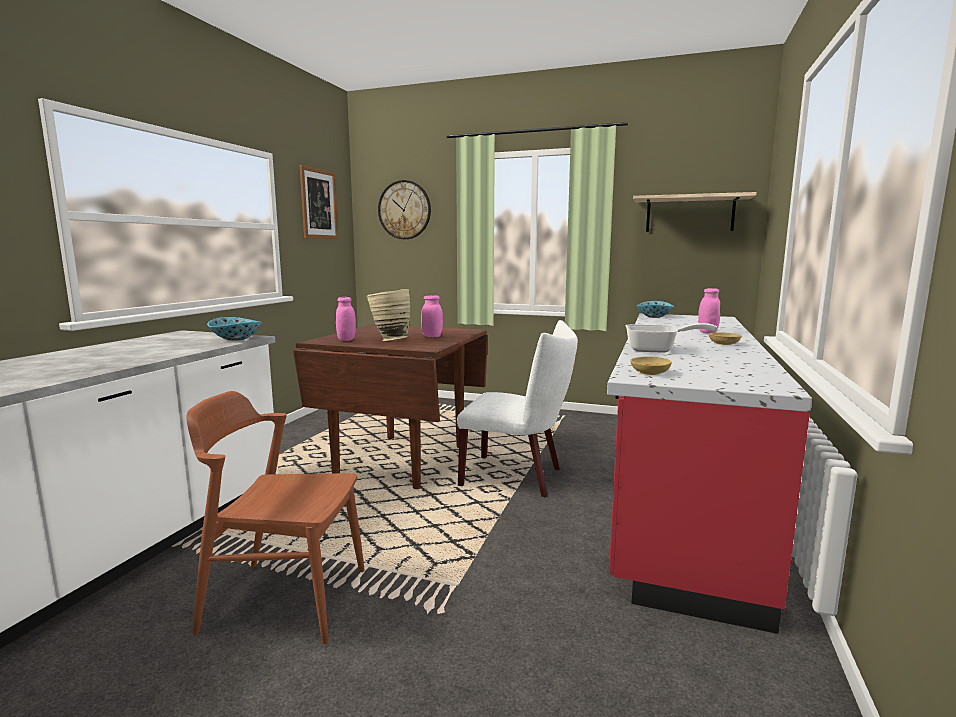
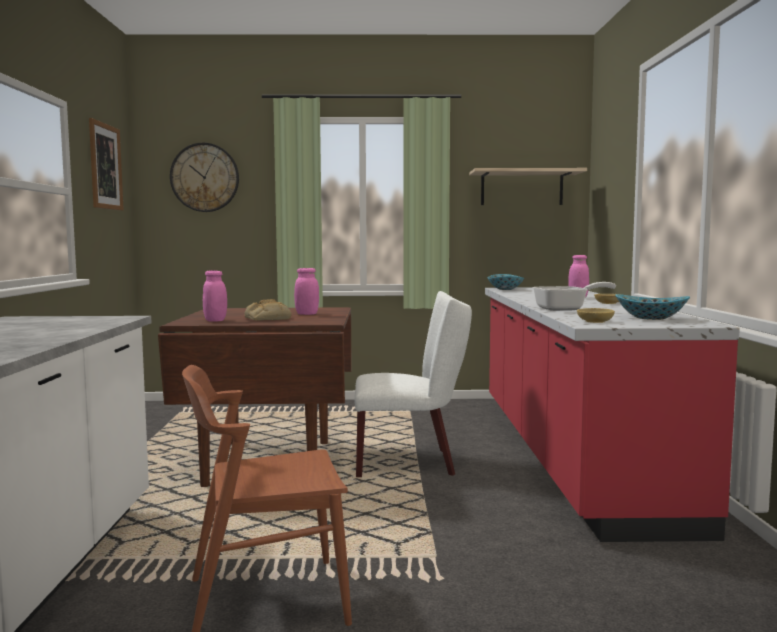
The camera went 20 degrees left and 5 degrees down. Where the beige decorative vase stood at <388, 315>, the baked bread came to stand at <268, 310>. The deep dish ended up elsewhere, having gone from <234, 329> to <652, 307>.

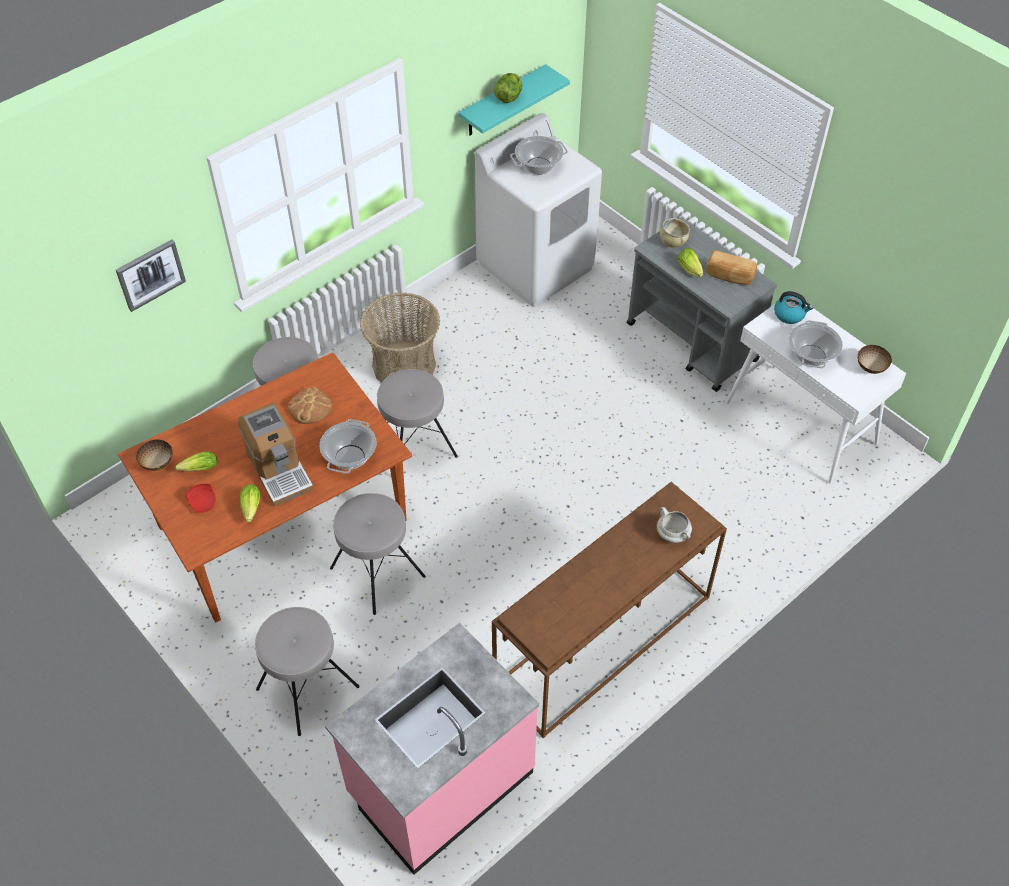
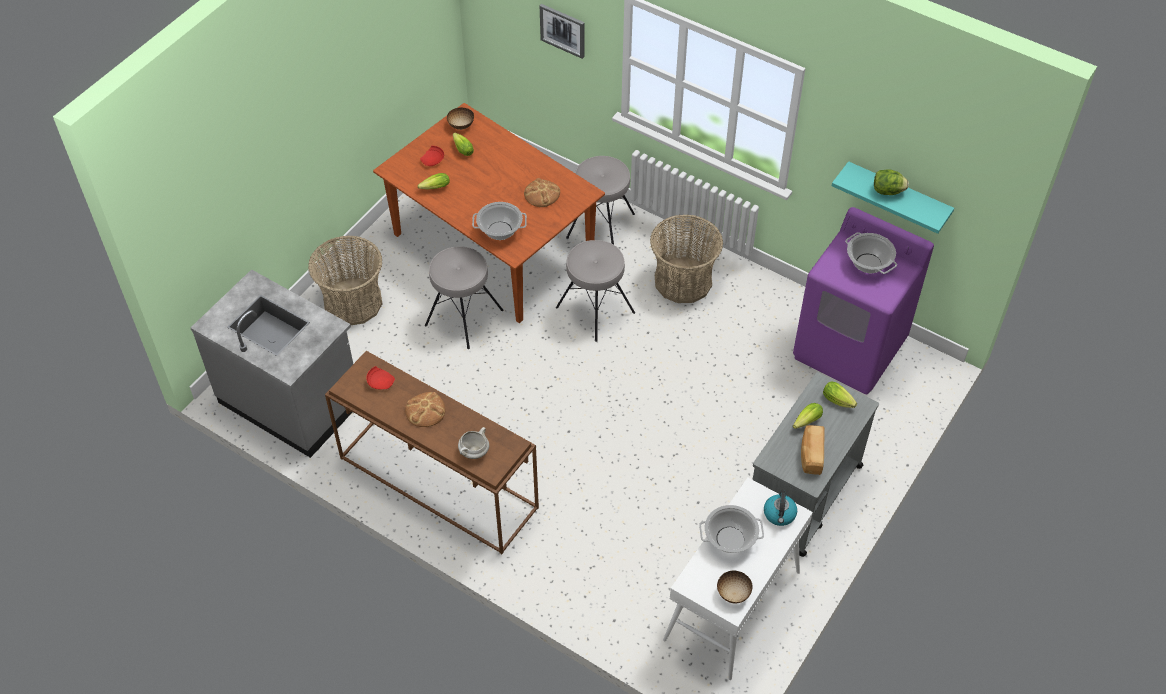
The camera went 75 degrees right and 0 degrees up. What was the pink-coloured kitchen counter at <432, 749> turned into the greyish kitchen counter at <272, 363>. Where the greyish sitting stool stood at <307, 671>, the basket came to stand at <345, 280>. The second view gained the red plate at <380, 377>. The second view gained the baked bread at <425, 409>. What was the whitish washing machine at <538, 210> turned into the purple-coloured washing machine at <863, 301>. Where the beige deep dish stood at <675, 233>, the lettuce came to stand at <840, 395>. The second view lost the coffee maker at <276, 455>.

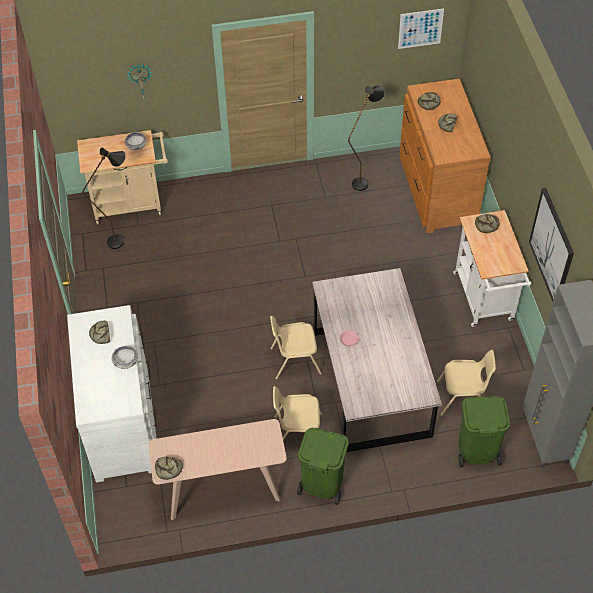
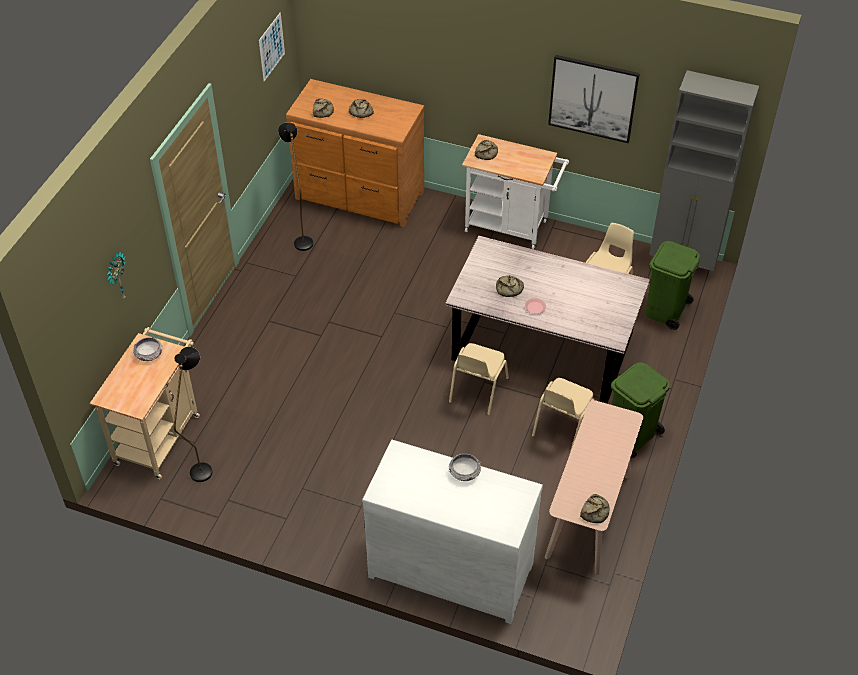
The camera went 60 degrees left and 5 degrees down. The baked bread ended up elsewhere, having gone from <99, 332> to <510, 286>.

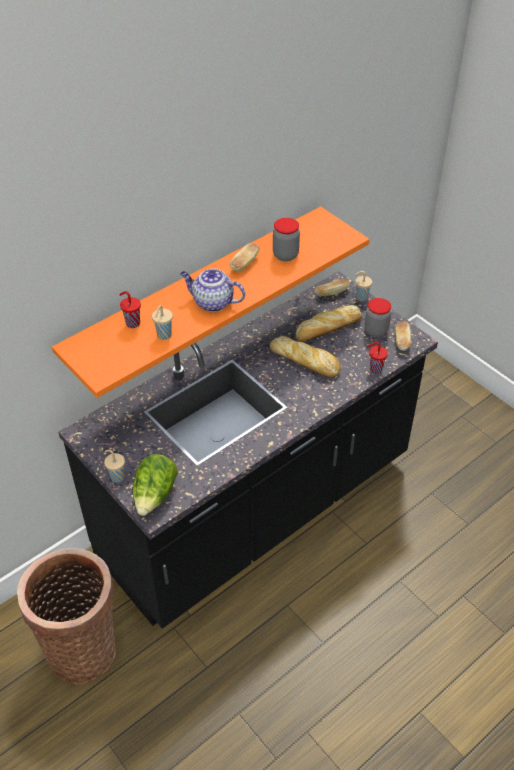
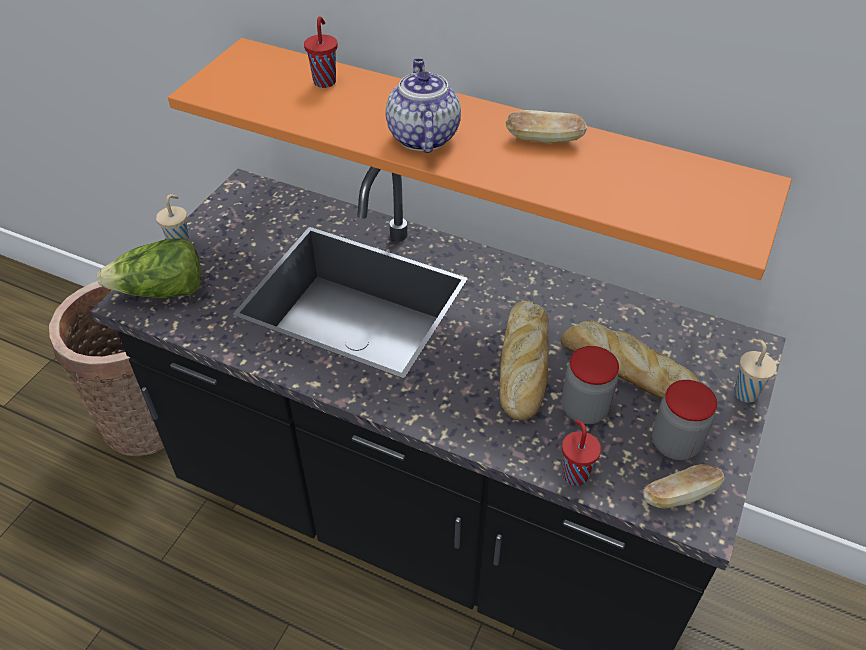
The camera went 65 degrees right and 0 degrees up. The storage jar ended up elsewhere, having gone from <286, 239> to <590, 385>. The second view lost the beige drinking cup at <162, 322>. The second view lost the baked bread at <332, 287>.

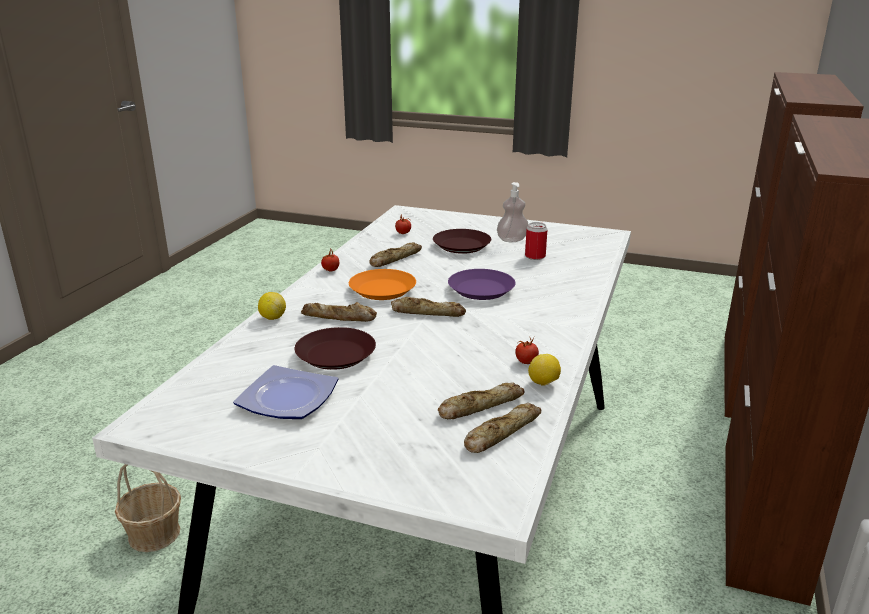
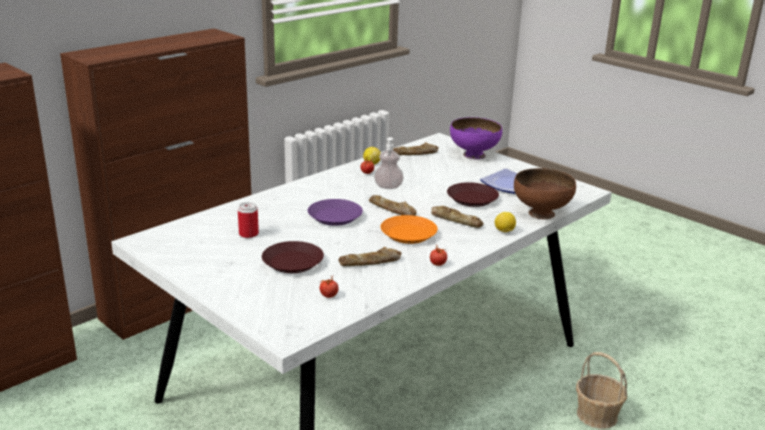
The camera went 155 degrees left and 0 degrees up. The liquid soap bottle ended up elsewhere, having gone from <512, 212> to <389, 163>. The second view gained the purple-coloured deep dish at <476, 138>. The second view gained the brown-coloured deep dish at <545, 193>. The second view lost the baked bread at <481, 400>.

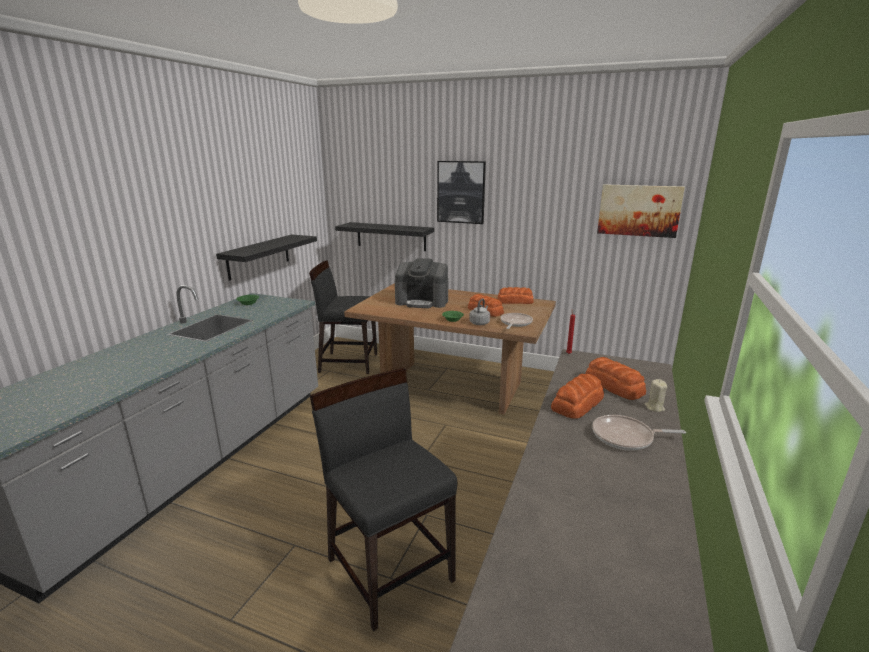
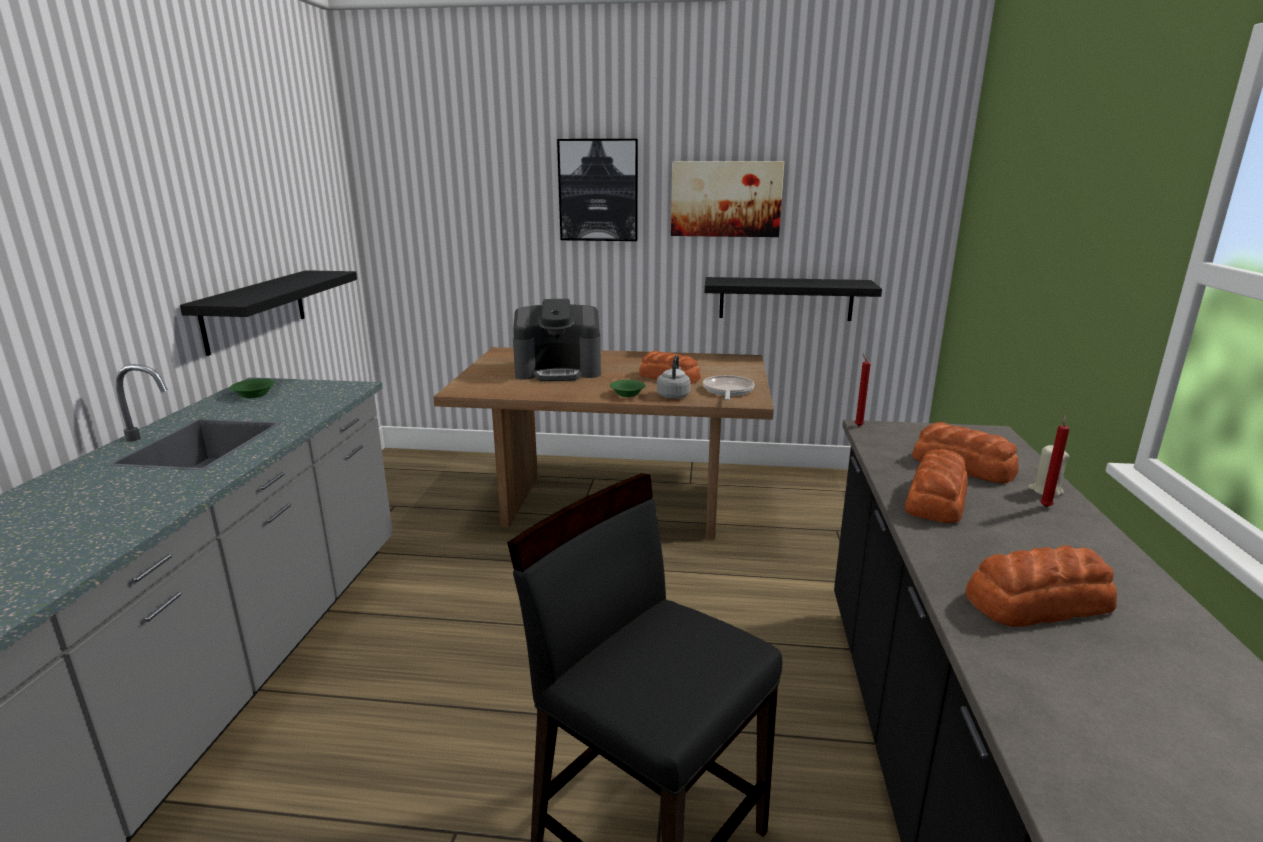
The camera went 15 degrees left and 0 degrees up. The wall art ended up elsewhere, having gone from <641, 211> to <727, 199>. The black wall shelf ended up elsewhere, having gone from <384, 236> to <793, 299>. The baked bread ended up elsewhere, having gone from <516, 295> to <1041, 586>. The second view gained the red candle at <1055, 461>. The second view lost the black upright chair at <343, 317>. The second view lost the frying pan at <639, 432>.

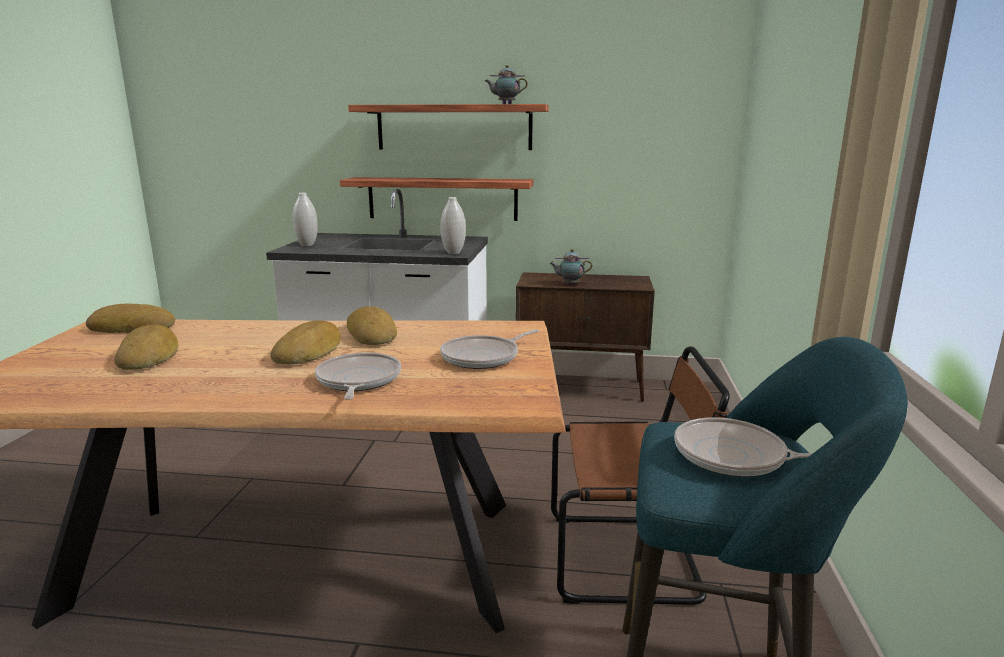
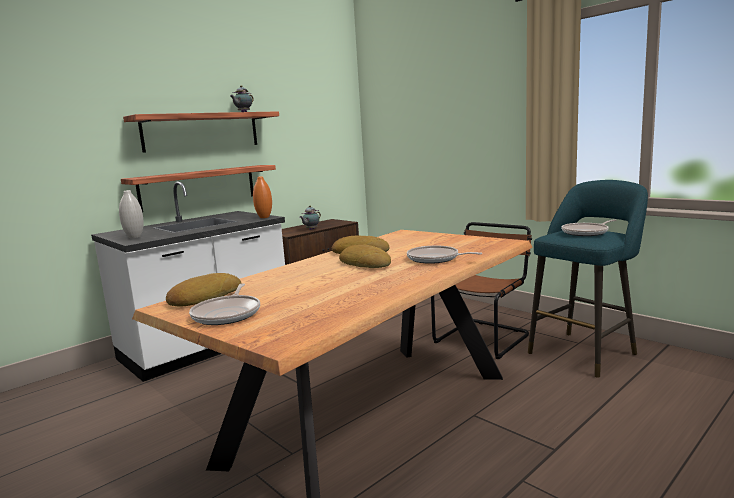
The camera went 50 degrees left and 5 degrees down. The frying pan ended up elsewhere, having gone from <489, 349> to <224, 304>. What was the whitish decorative vase at <453, 225> turned into the orange decorative vase at <262, 197>. The second view lost the baked bread at <146, 347>.

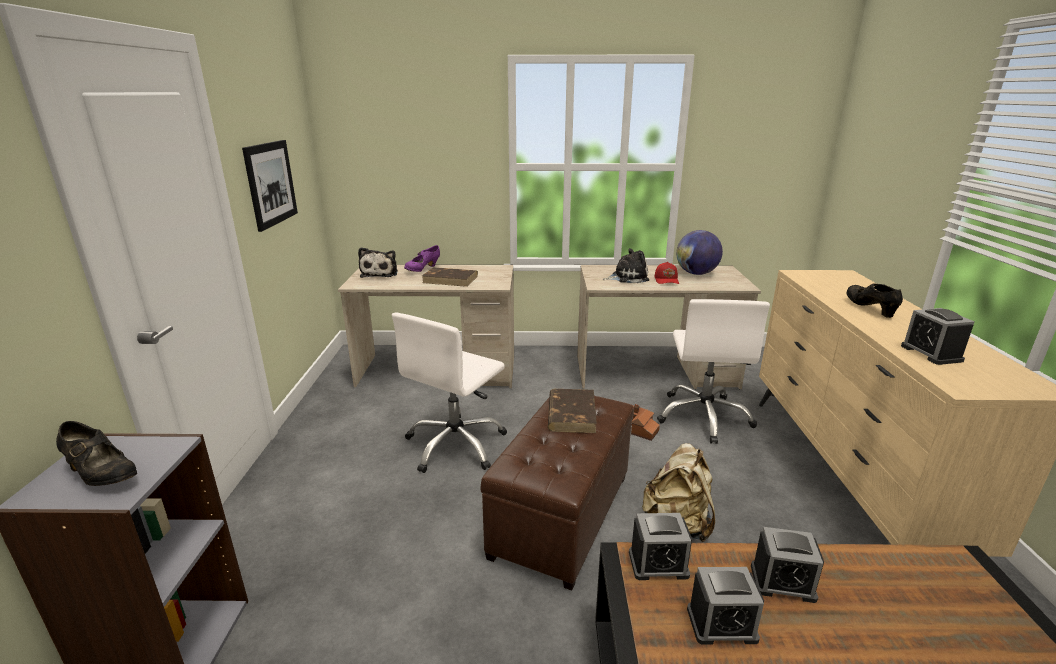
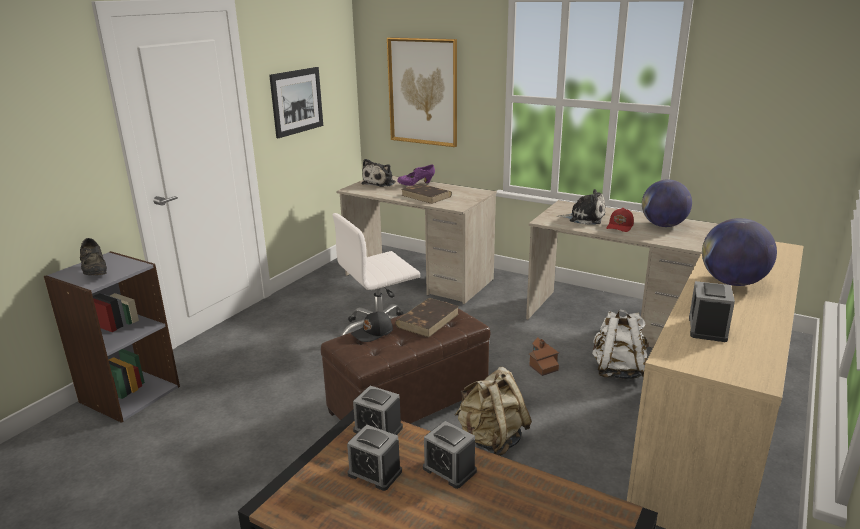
The camera went 30 degrees right and 0 degrees up. The second view gained the black cap at <372, 327>. The second view gained the wall art at <422, 92>. Where the whitish desk chair stood at <713, 371>, the whitish knapsack came to stand at <620, 344>. Where the black low shoe stood at <874, 300>, the desk globe came to stand at <739, 252>.

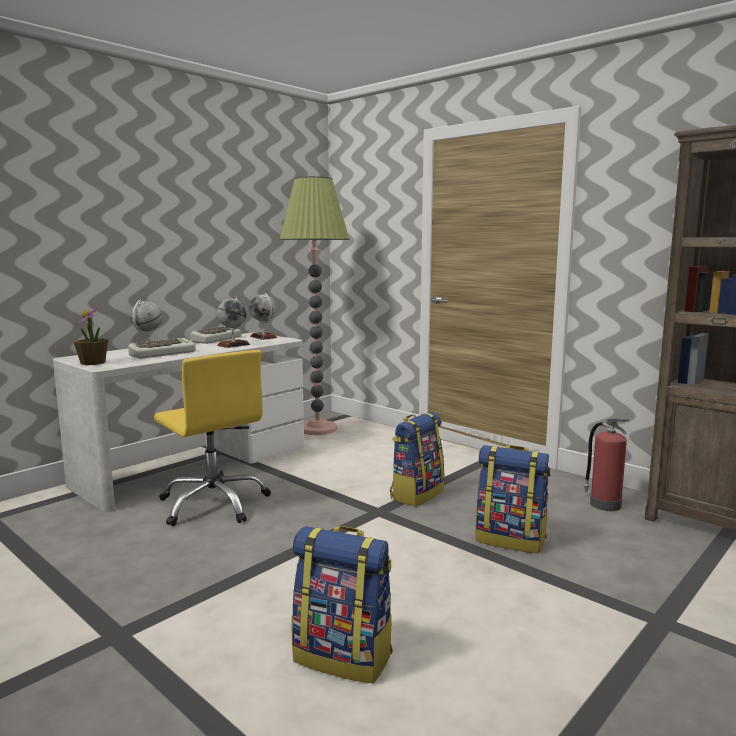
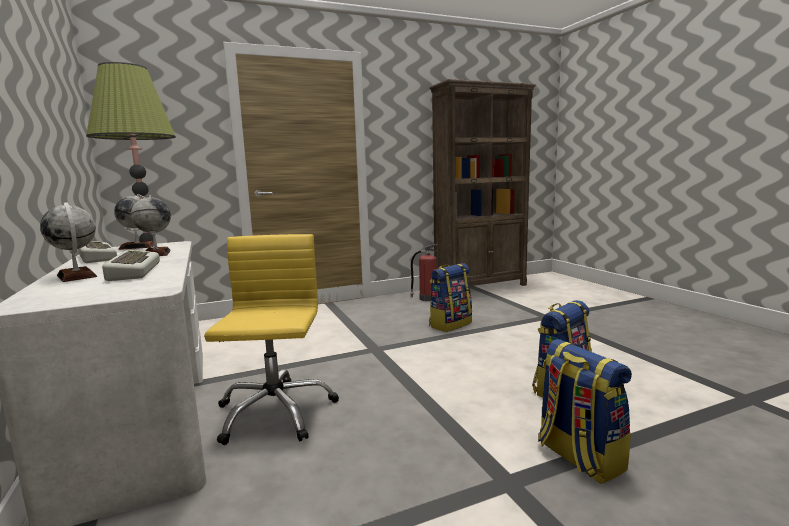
The camera went 65 degrees left and 0 degrees up. The yellowish desk chair at <212, 438> ended up facing another way, 75 degrees counterclockwise from before. The knapsack ended up elsewhere, having gone from <417, 459> to <585, 411>. The second view lost the potted plant at <91, 336>.

